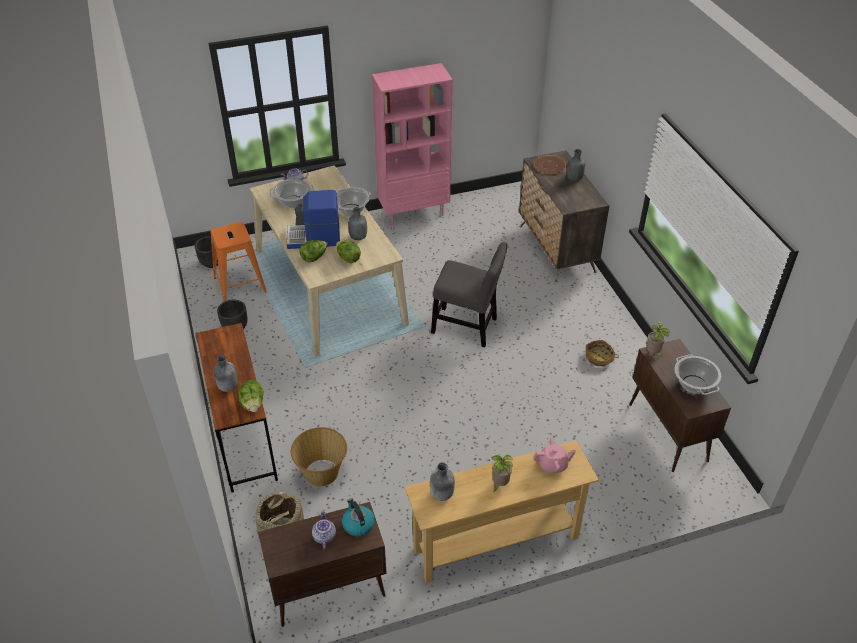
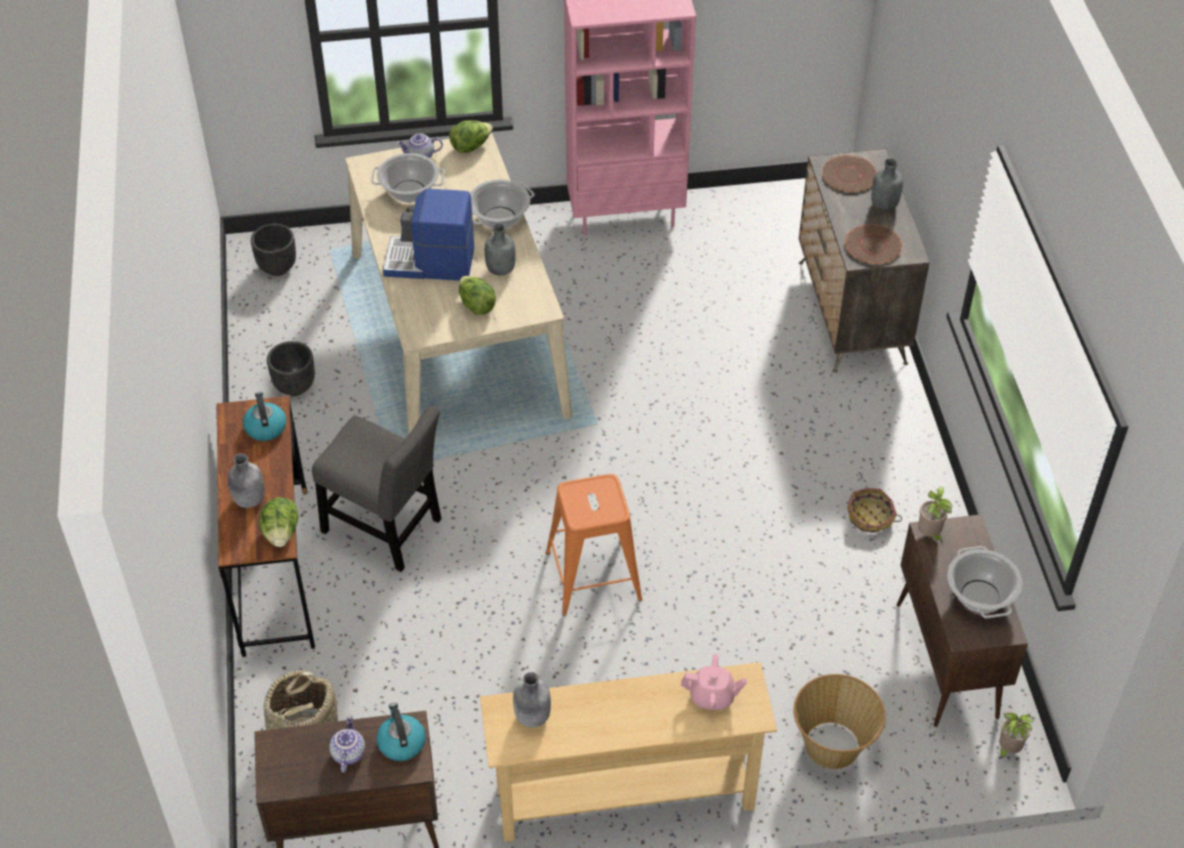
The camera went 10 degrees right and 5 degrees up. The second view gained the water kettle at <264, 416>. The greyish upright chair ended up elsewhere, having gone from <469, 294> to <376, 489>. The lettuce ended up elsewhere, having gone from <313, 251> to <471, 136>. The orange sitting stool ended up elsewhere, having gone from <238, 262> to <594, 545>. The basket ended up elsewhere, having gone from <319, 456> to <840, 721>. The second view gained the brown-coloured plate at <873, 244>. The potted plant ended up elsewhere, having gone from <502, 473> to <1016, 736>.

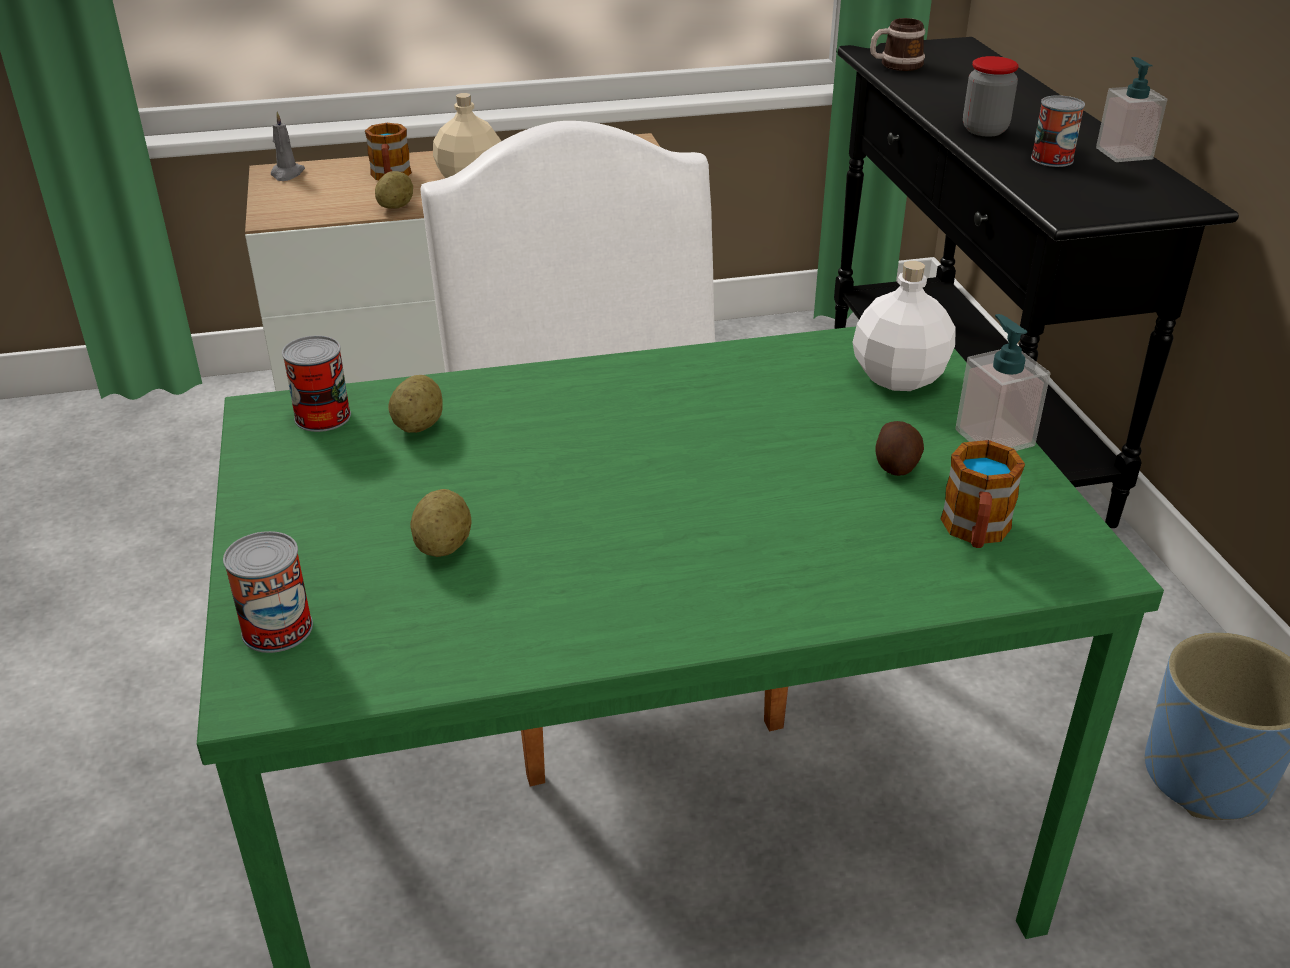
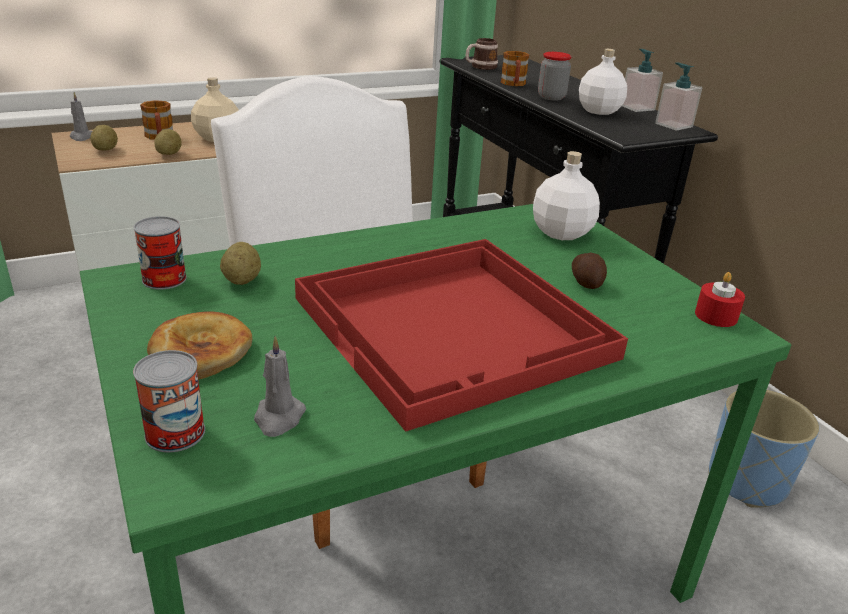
The camera went 15 degrees left and 5 degrees down. The spud ended up elsewhere, having gone from <440, 523> to <104, 138>. The second view gained the baked bread at <199, 345>. The second view gained the greyish candle at <280, 386>. The second view gained the red tray at <461, 335>. The coffee mug ended up elsewhere, having gone from <982, 494> to <515, 68>. Where the sealed can stood at <1058, 131>, the whitish drink bottle came to stand at <603, 82>. The liquid soap bottle ended up elsewhere, having gone from <1003, 382> to <679, 97>. The second view gained the red candle at <720, 299>.

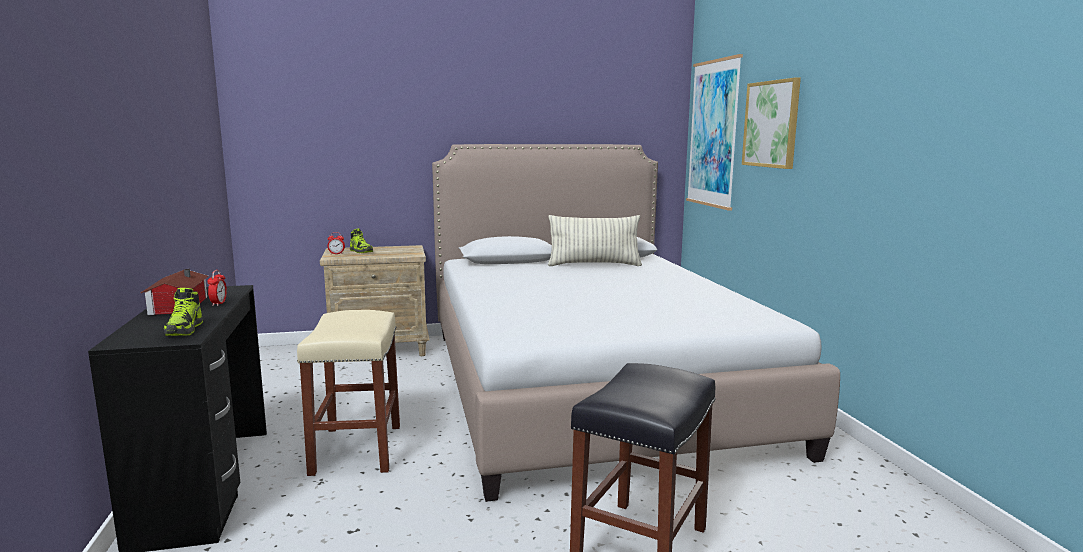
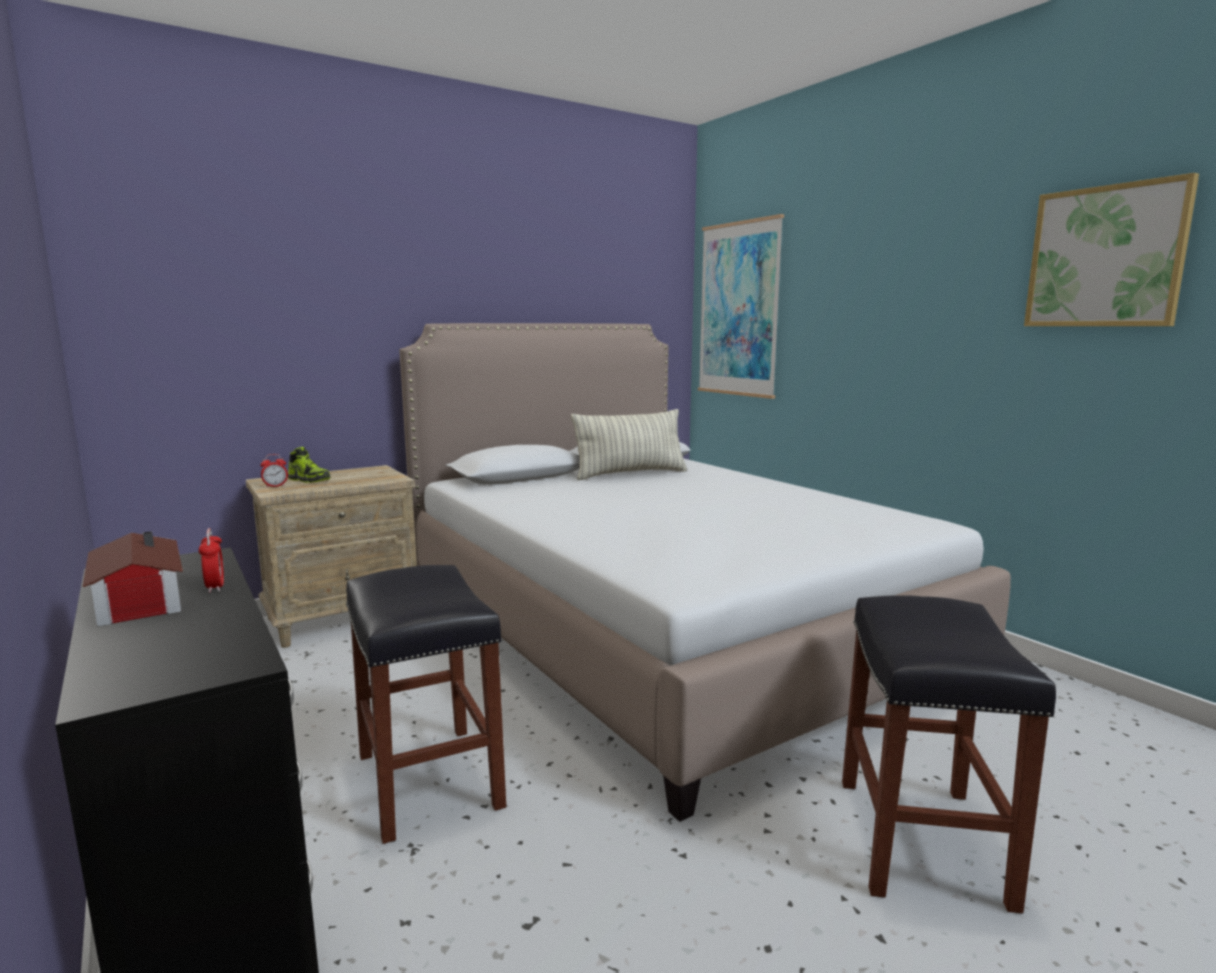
The camera went 20 degrees left and 0 degrees up. What was the beige sitting stool at <348, 393> turned into the black sitting stool at <426, 704>. The wall art ended up elsewhere, having gone from <771, 123> to <1111, 249>. The second view lost the low shoe at <183, 312>.

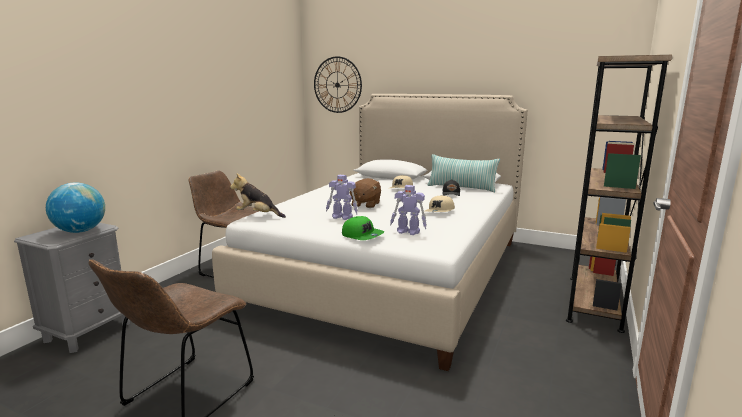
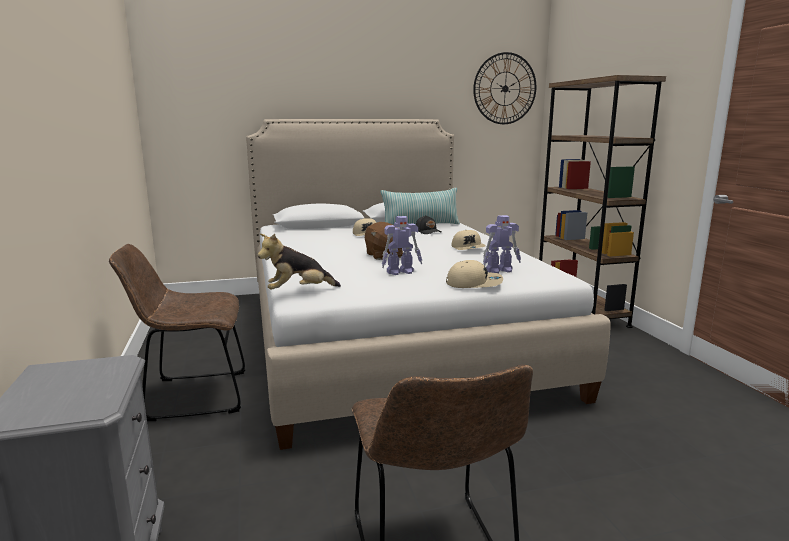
The camera went 40 degrees left and 0 degrees up. What was the greenish cap at <363, 228> turned into the beige cap at <474, 274>. The wall clock ended up elsewhere, having gone from <338, 84> to <504, 88>. The second view lost the desk globe at <75, 208>.

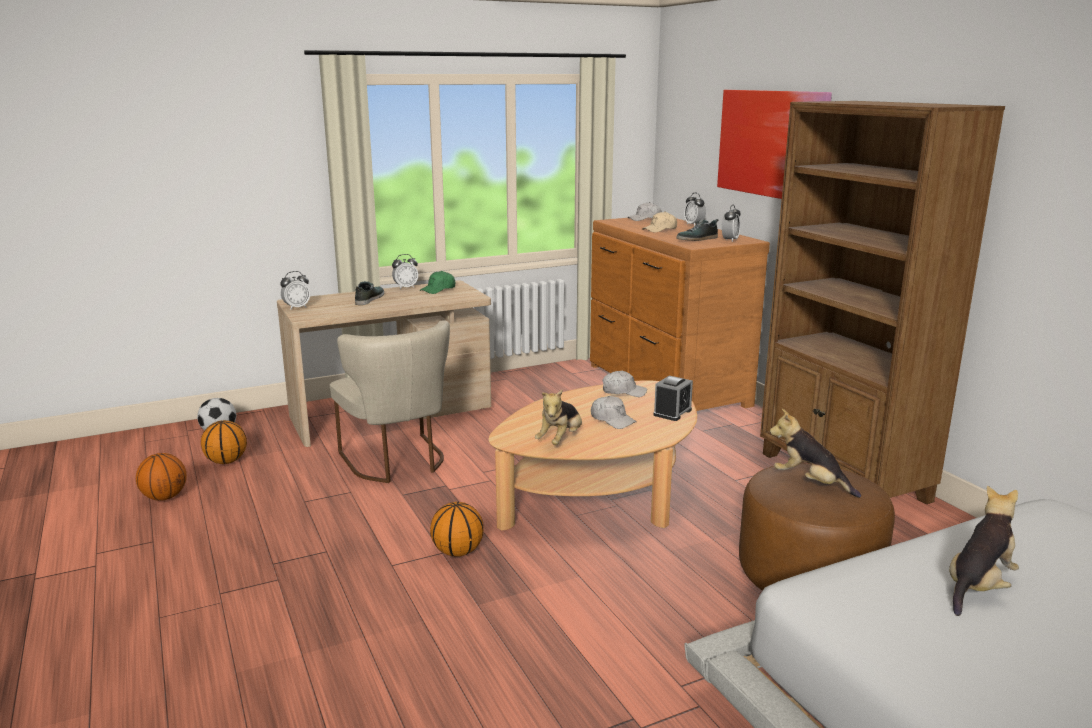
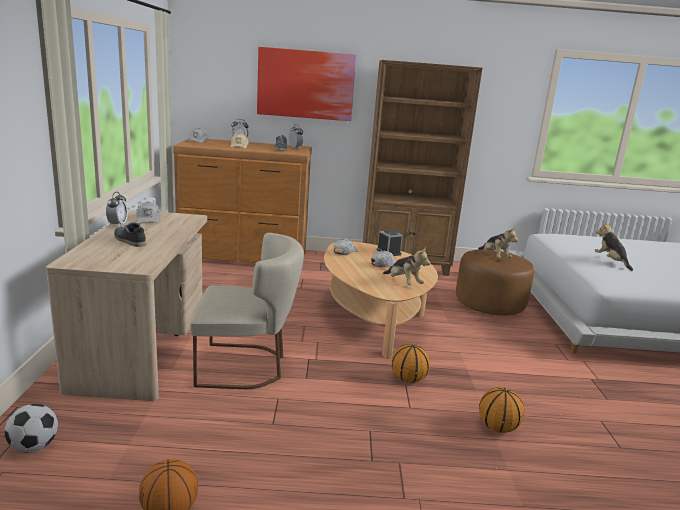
The camera went 65 degrees left and 0 degrees up. What was the greenish cap at <437, 282> turned into the whitish cap at <148, 213>. The soft toy at <815, 453> ended up facing another way, 90 degrees counterclockwise from before. The ball for basketball ended up elsewhere, having gone from <224, 442> to <502, 410>. The second view lost the table clock at <295, 290>.

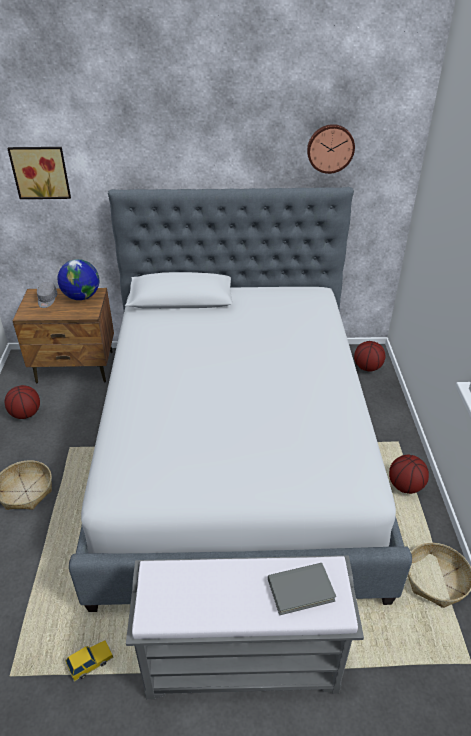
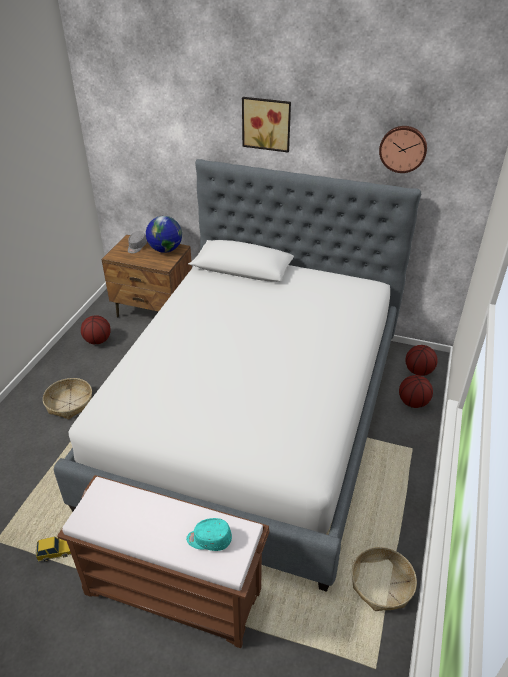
The camera went 20 degrees right and 0 degrees up. What was the greyish long seat at <245, 627> turned into the brown-coloured long seat at <163, 561>. Where the greyish book stood at <302, 589>, the turquoise-coloured cap came to stand at <209, 534>. The wall art ended up elsewhere, having gone from <39, 173> to <266, 124>. The ball for basketball ended up elsewhere, having gone from <409, 474> to <416, 391>.

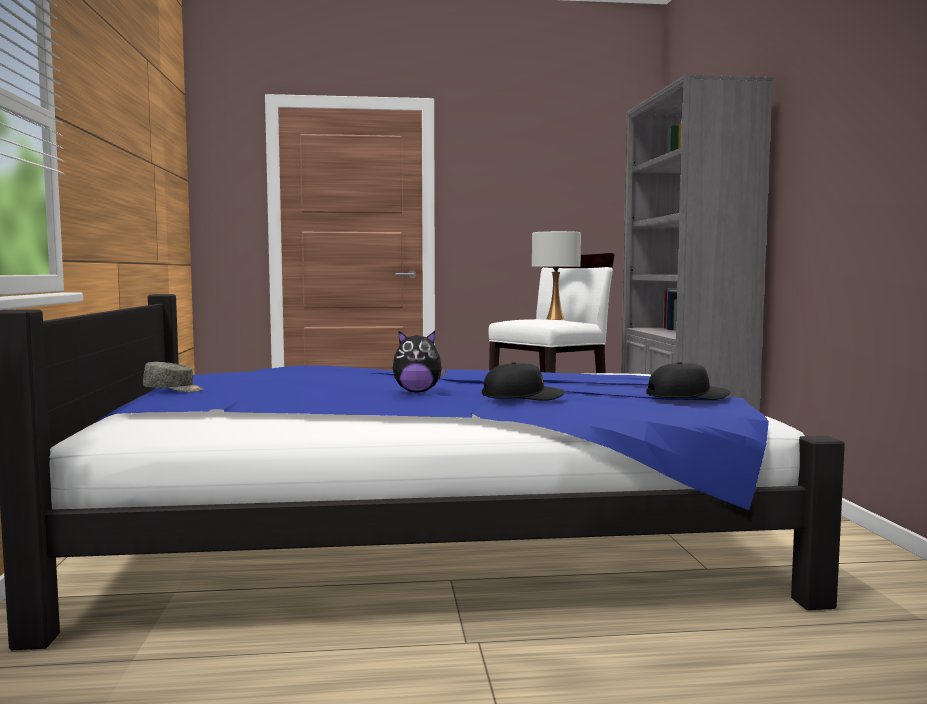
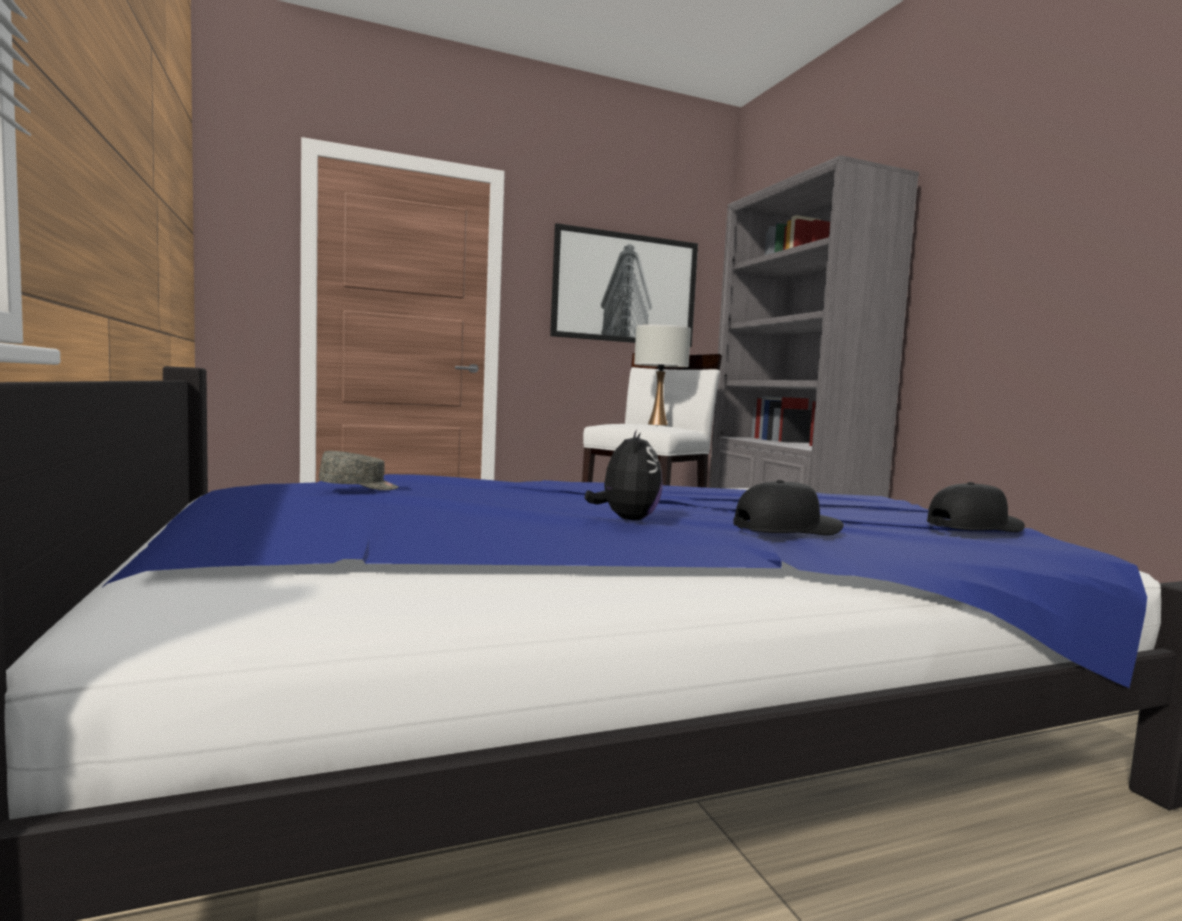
The camera went 15 degrees left and 0 degrees up. The greyish cap ended up elsewhere, having gone from <173, 377> to <359, 470>. The second view gained the wall art at <624, 285>. The soft toy at <419, 361> ended up facing another way, 75 degrees counterclockwise from before.

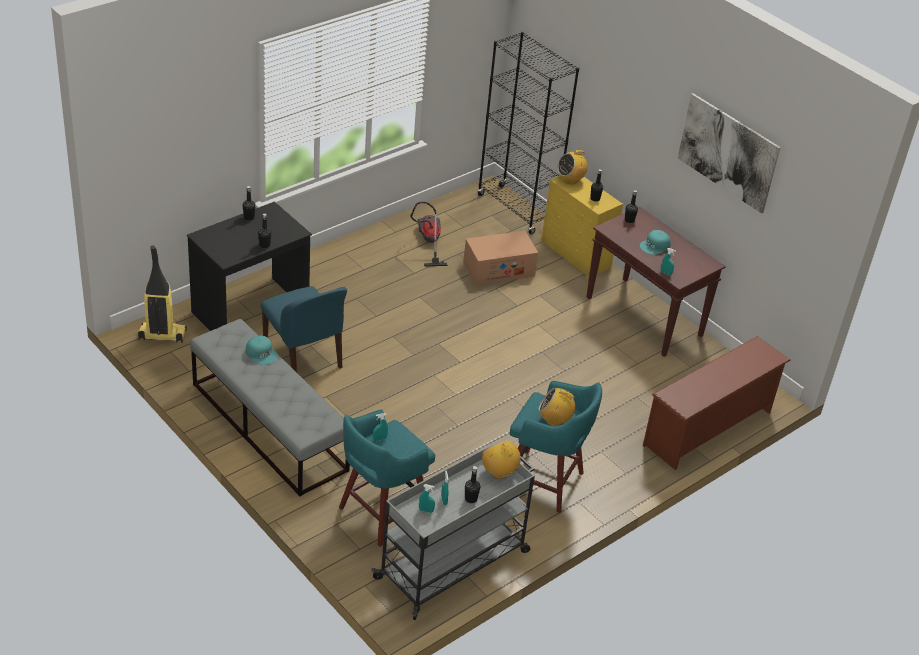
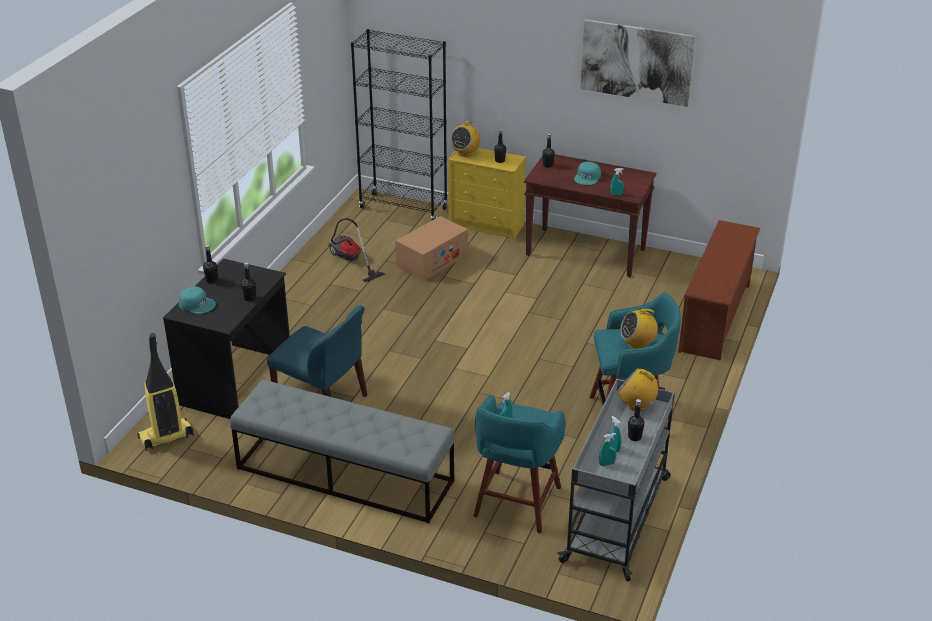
The camera went 25 degrees left and 5 degrees down. The turquoise-coloured cap ended up elsewhere, having gone from <262, 350> to <197, 300>.

